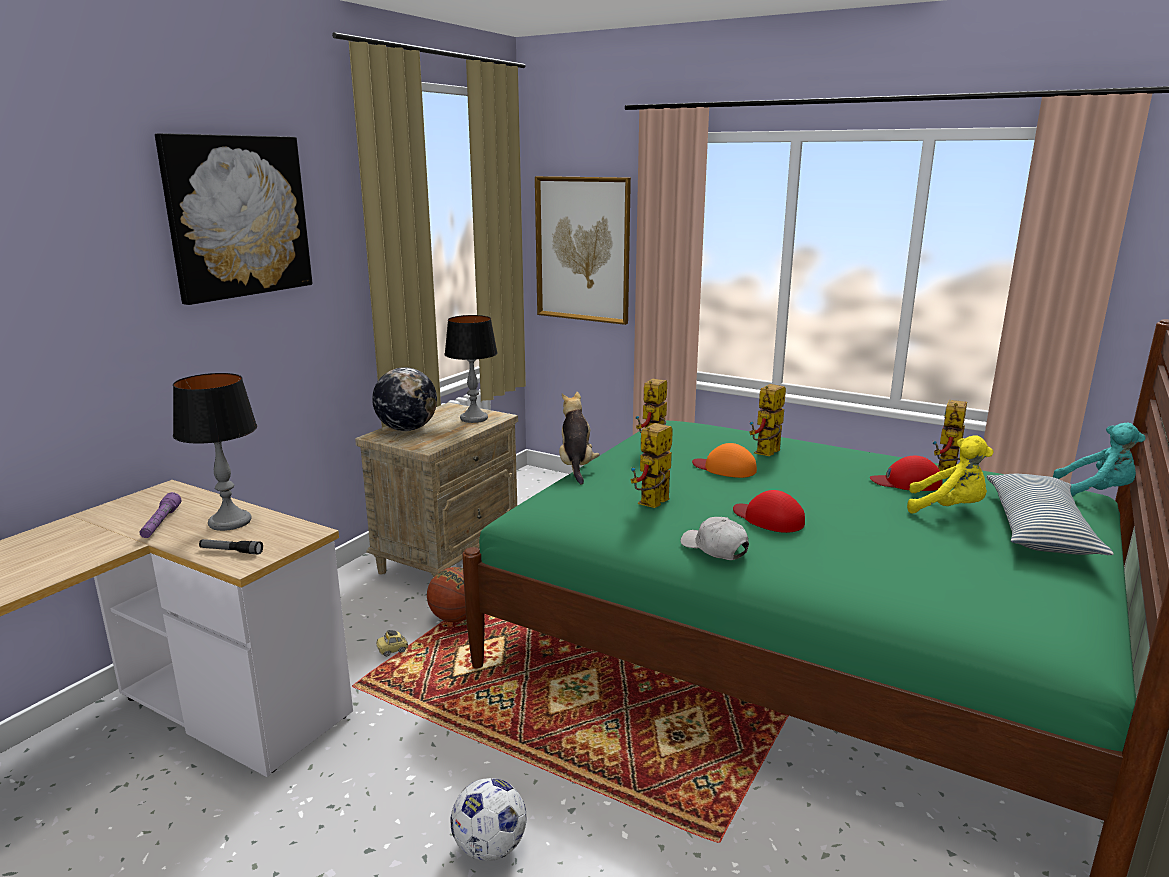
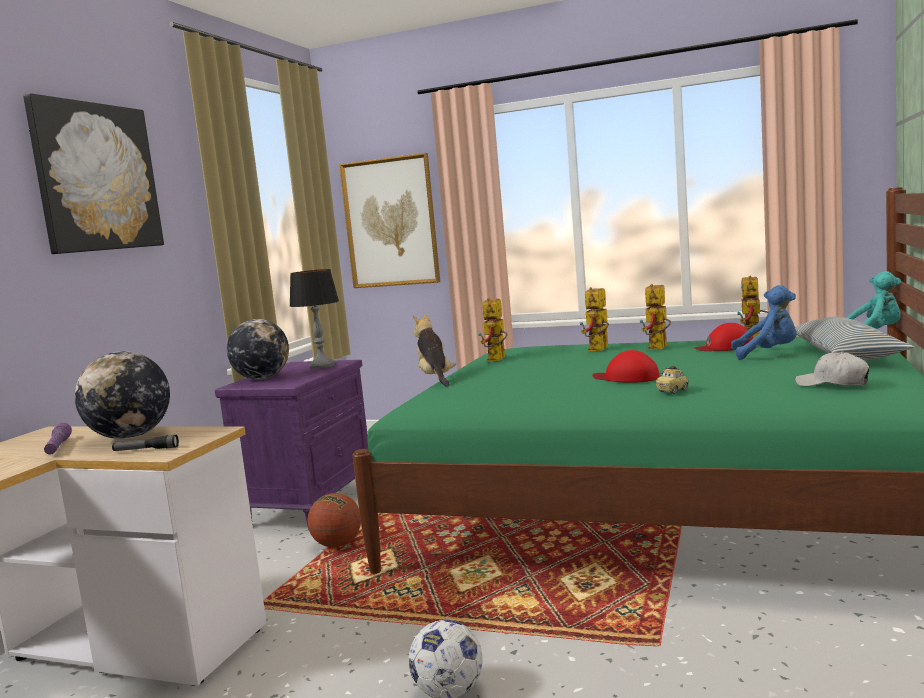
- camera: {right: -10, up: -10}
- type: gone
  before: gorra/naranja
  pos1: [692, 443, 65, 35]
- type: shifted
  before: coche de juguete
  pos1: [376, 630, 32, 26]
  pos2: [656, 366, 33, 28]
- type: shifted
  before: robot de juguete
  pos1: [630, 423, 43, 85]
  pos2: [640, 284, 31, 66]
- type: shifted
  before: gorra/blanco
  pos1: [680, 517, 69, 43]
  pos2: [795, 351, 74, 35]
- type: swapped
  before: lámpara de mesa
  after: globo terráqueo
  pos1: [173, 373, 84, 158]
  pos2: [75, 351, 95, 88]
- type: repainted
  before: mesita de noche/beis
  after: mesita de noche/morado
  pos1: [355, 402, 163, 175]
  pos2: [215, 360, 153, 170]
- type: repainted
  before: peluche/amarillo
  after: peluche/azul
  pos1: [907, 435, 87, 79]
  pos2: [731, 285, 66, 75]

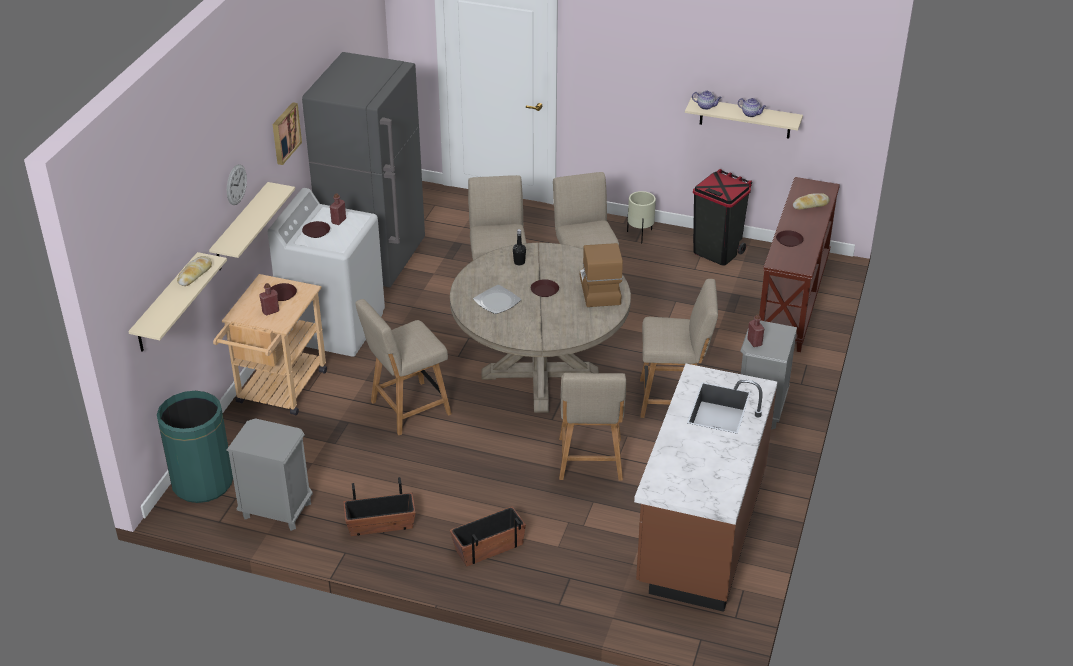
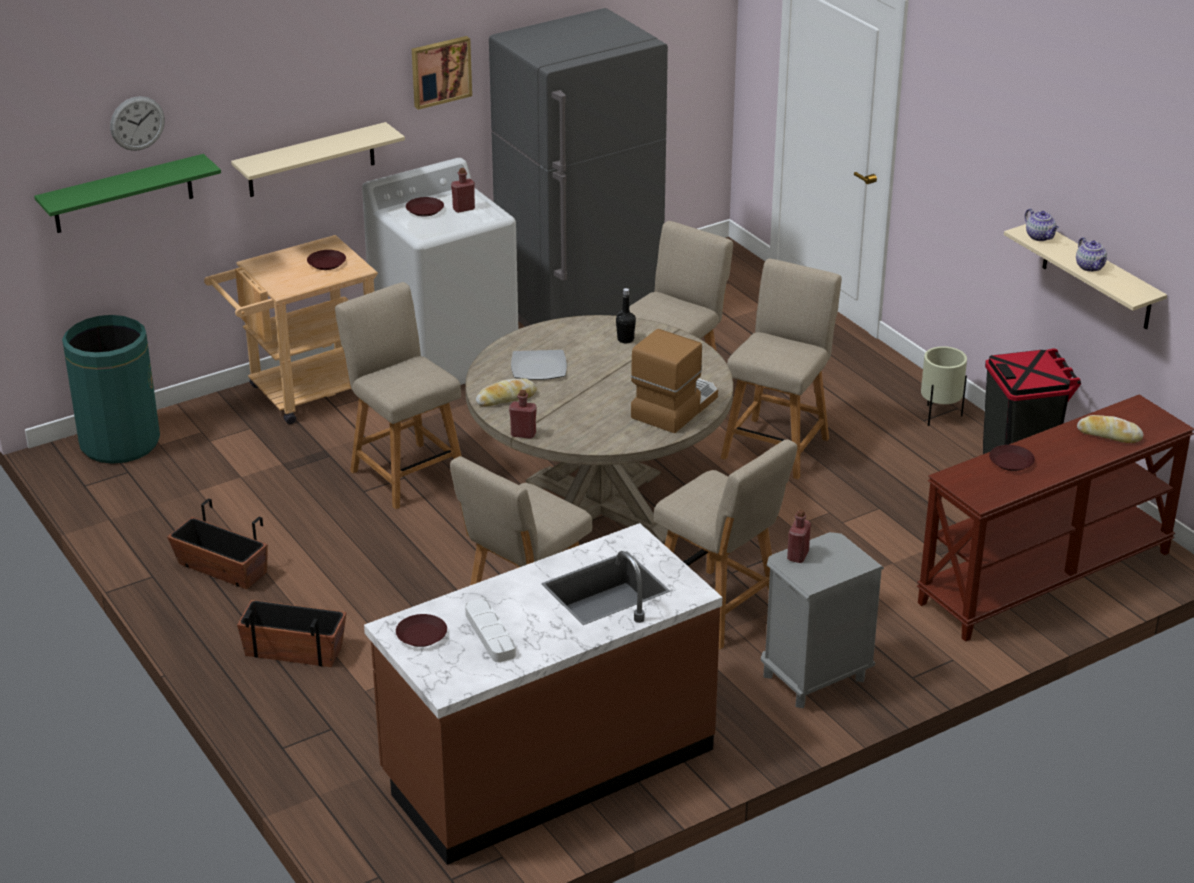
- camera: {right: 40, up: -5}
- type: gone
  before: mesita de noche/gris
  pos1: [226, 418, 87, 113]
- type: new
  after: bandeja/blanco
  pos2: [465, 599, 51, 63]
- type: shifted
  before: pan
  pos1: [177, 256, 35, 30]
  pos2: [476, 378, 61, 29]
- type: shifted
  before: reloj de pared
  pos1: [227, 164, 20, 41]
  pos2: [110, 96, 55, 55]
- type: shifted
  before: botella/rojo
  pos1: [259, 283, 20, 33]
  pos2: [509, 390, 28, 49]
- type: shifted
  before: plato/marrón
  pos1: [531, 279, 28, 18]
  pos2: [396, 614, 51, 33]
- type: repainted
  before: estante/beis
  after: estante/verde
  pos1: [128, 252, 99, 100]
  pos2: [34, 154, 187, 79]
- type: rotated
  before: silla/beis
  pos1: [355, 299, 96, 136]
  pos2: [335, 282, 127, 227]
  turn: 45

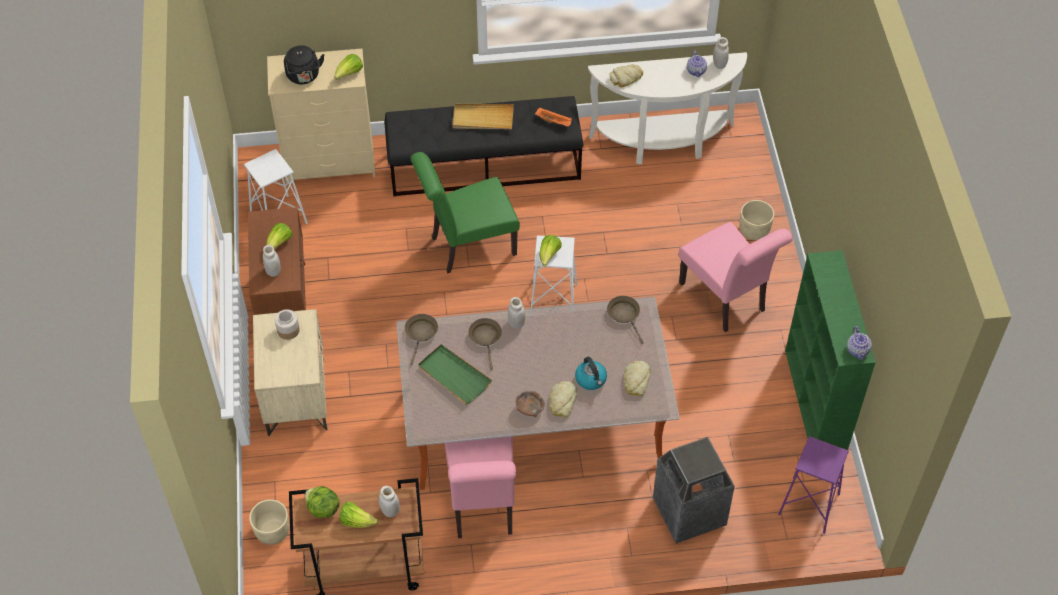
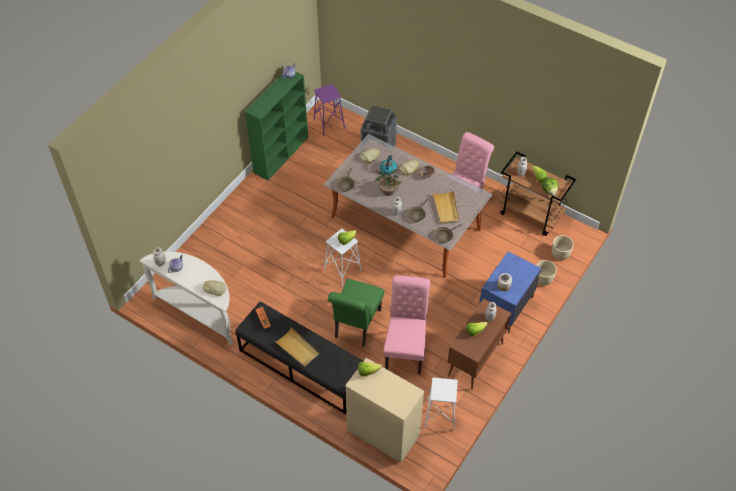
- camera: {right: -140, up: 0}
- type: gone
  before: hervidor/negro
  pos1: [284, 45, 41, 39]
- type: new
  after: planta en maceta
  pos2: [374, 163, 28, 33]
- type: shifted
  before: silla/rosa
  pos1: [679, 222, 114, 111]
  pos2: [383, 275, 47, 100]
- type: shifted
  before: maceta/beis
  pos1: [740, 200, 34, 40]
  pos2: [536, 260, 21, 25]
- type: repainted
  before: mesita de noche/beis
  after: mesita de noche/azul
  pos1: [253, 309, 75, 127]
  pos2: [479, 252, 62, 81]
- type: repainted
  before: bandeja/verde
  after: bandeja/beis
  pos1: [418, 344, 74, 61]
  pos2: [433, 190, 26, 34]
- type: rotated
  before: silla/verde
  pos1: [411, 152, 109, 122]
  pos2: [328, 279, 56, 68]
  turn: 90

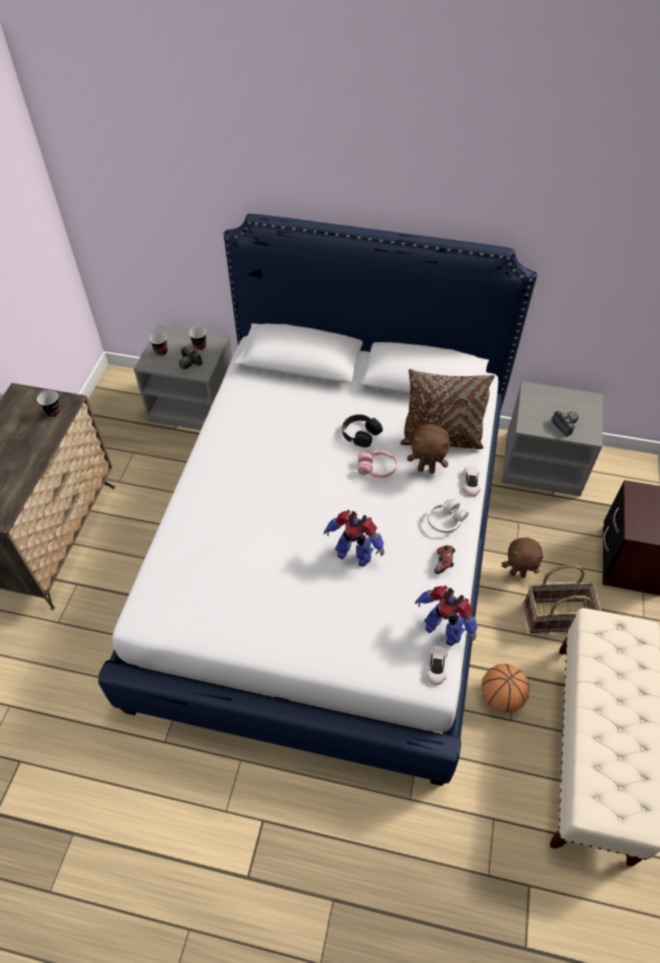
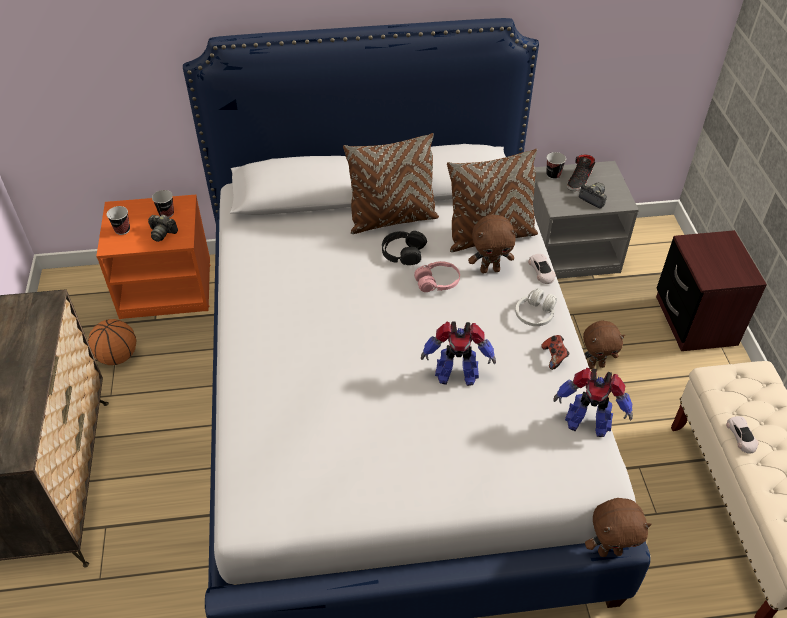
- camera: {right: -20, up: -5}
- type: gone
  before: cesta
  pos1: [523, 565, 79, 68]
- type: new
  after: cojín/marrón
  pos2: [343, 133, 96, 101]
- type: new
  after: zapato/negro
  pos2: [567, 154, 28, 37]
- type: new
  after: peluche/marrón
  pos2: [585, 498, 67, 59]
- type: shifted
  before: taza
  pos1: [37, 390, 24, 28]
  pos2: [546, 152, 20, 27]
- type: shifted
  before: coche de juguete/blanco
  pos1: [426, 646, 22, 39]
  pos2: [726, 416, 33, 38]
- type: shifted
  before: balón de baloncesto
  pos1: [481, 664, 49, 49]
  pos2: [88, 319, 48, 46]
- type: repainted
  before: mesita de noche/gris
  after: mesita de noche/naranja
  pos1: [134, 325, 98, 105]
  pos2: [96, 195, 114, 124]

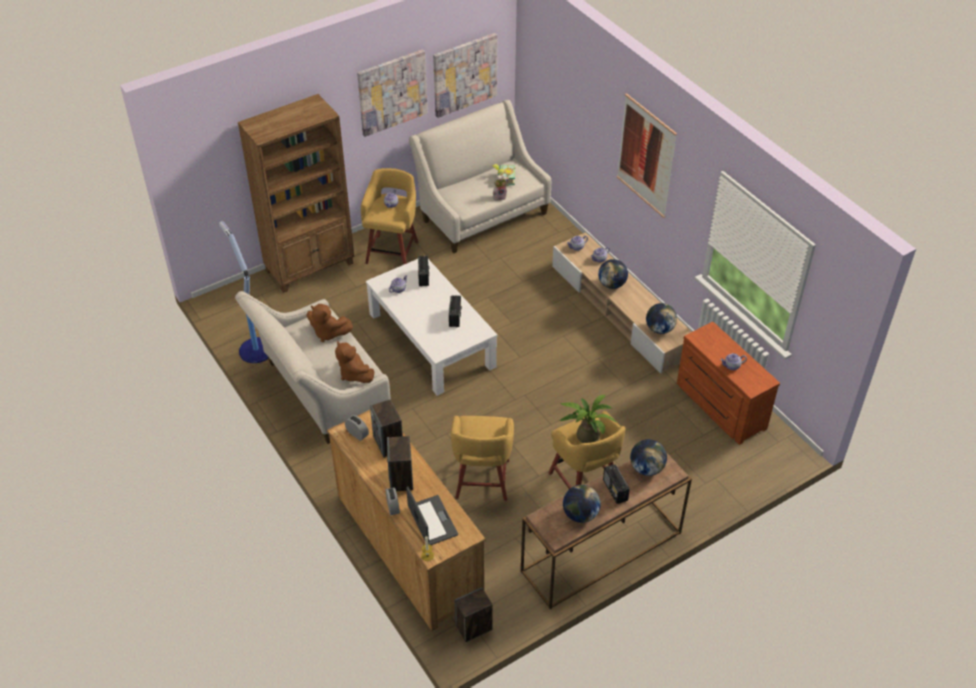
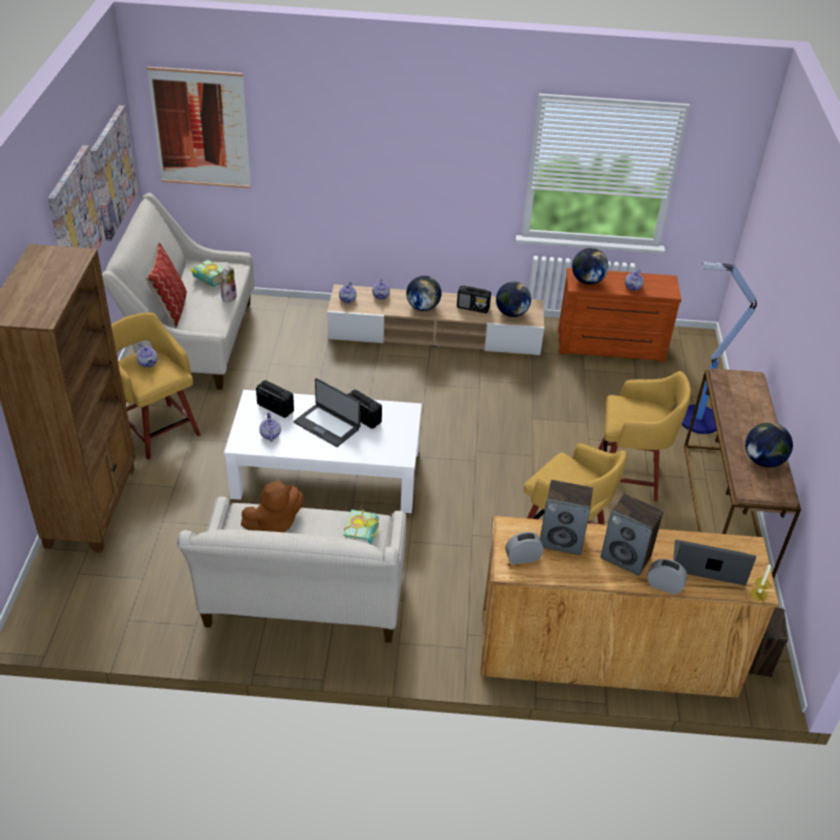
- camera: {right: -55, up: -5}
- type: gone
  before: planta en maceta
  pos1: [559, 395, 57, 48]
- type: new
  after: cojín
  pos2: [146, 242, 41, 86]
- type: new
  after: portátil
  pos2: [293, 378, 68, 69]
- type: shifted
  before: lámpara de pie
  pos1: [219, 221, 49, 142]
  pos2: [682, 262, 75, 172]
- type: shifted
  before: radio
  pos1: [603, 464, 27, 40]
  pos2: [457, 286, 34, 27]
- type: shifted
  before: cuadro
  pos1: [617, 93, 60, 125]
  pos2: [147, 66, 104, 122]
- type: shifted
  before: globo terráqueo
  pos1: [630, 439, 37, 37]
  pos2: [572, 248, 37, 36]
- type: swapped
  before: peluche/marrón
  after: libro
  pos1: [335, 341, 39, 42]
  pos2: [344, 510, 37, 35]

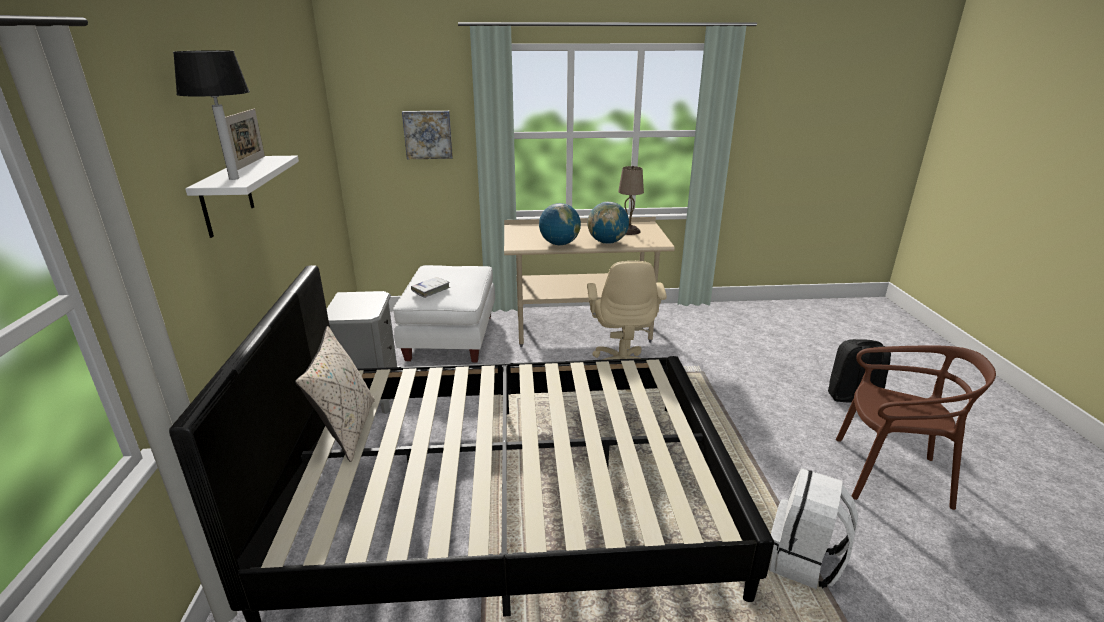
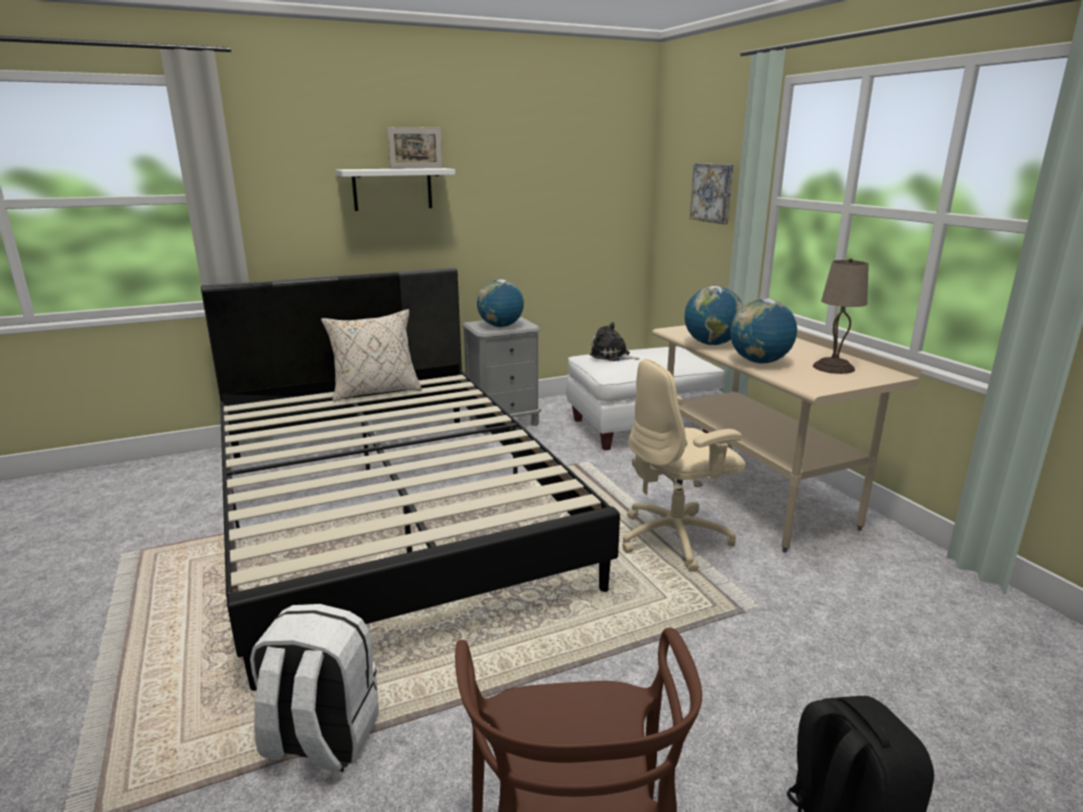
- camera: {right: 70, up: -5}
- type: gone
  before: lámpara de mesa
  pos1: [173, 50, 77, 130]
- type: new
  after: globo terráqueo
  pos2: [477, 279, 47, 48]
- type: swapped
  before: libro/blanco
  after: peluche
  pos1: [411, 277, 39, 21]
  pos2: [589, 322, 51, 39]

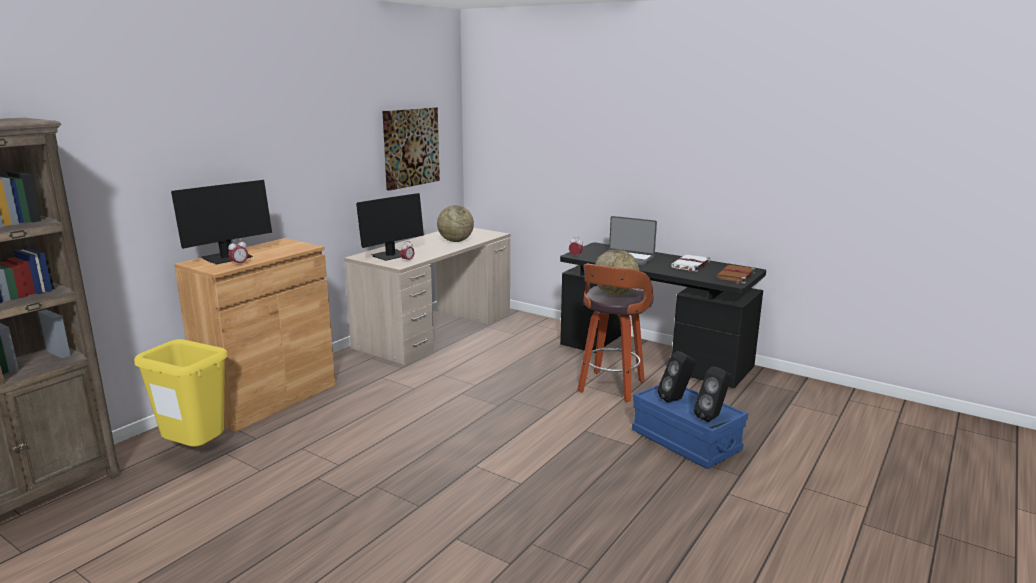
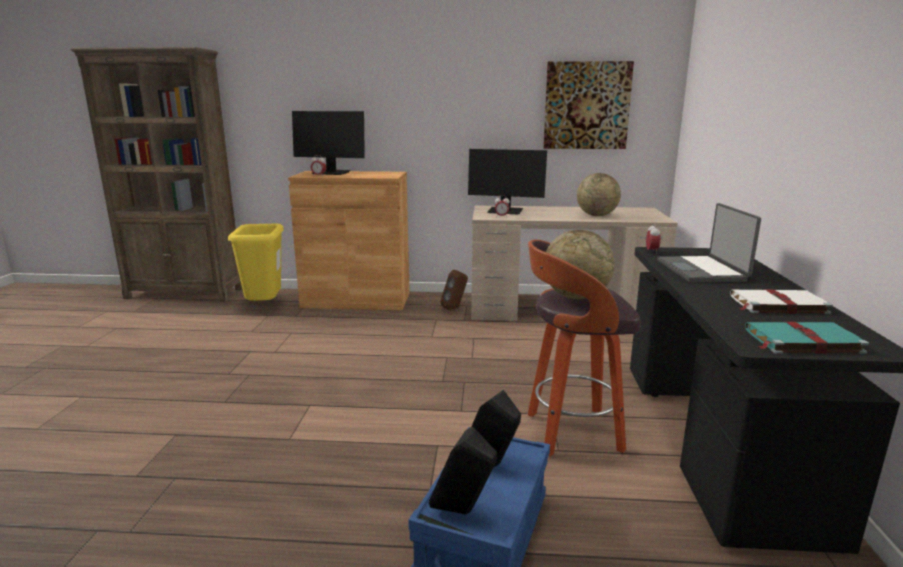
- camera: {right: 60, up: 0}
- type: new
  after: altavoz/marrón
  pos2: [441, 270, 27, 40]
- type: repainted
  before: libro/marrón
  after: libro/turquesa
  pos1: [716, 265, 39, 19]
  pos2: [745, 322, 124, 32]

